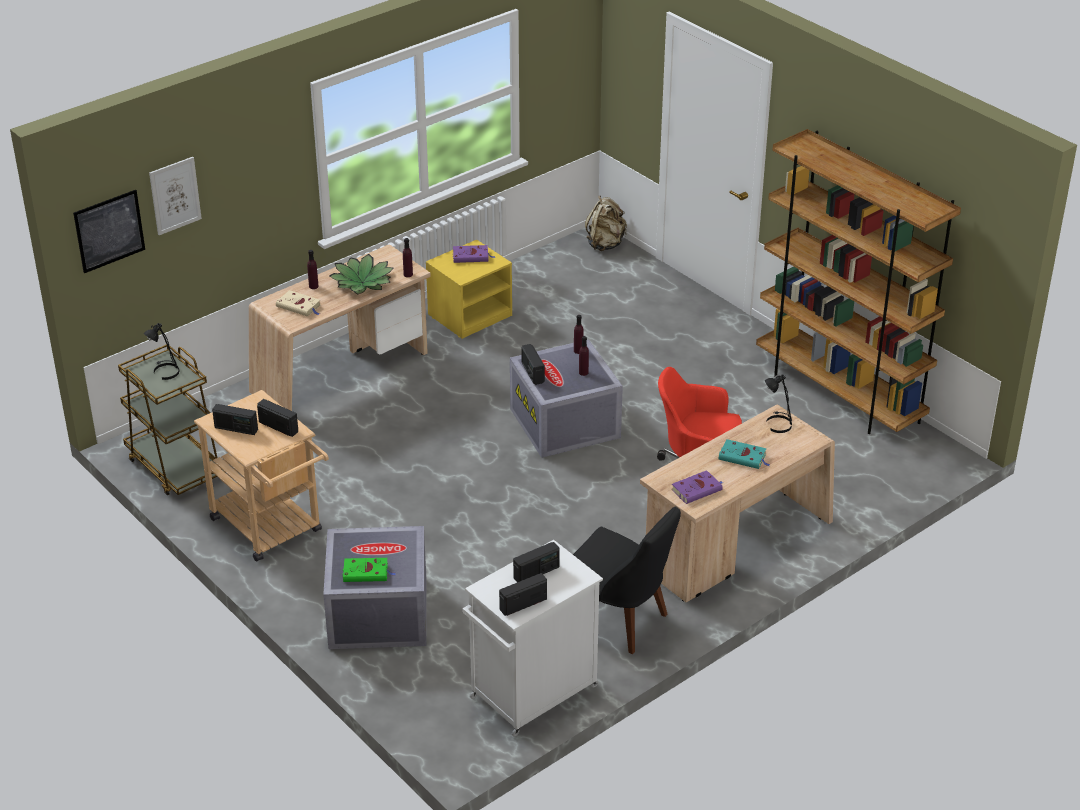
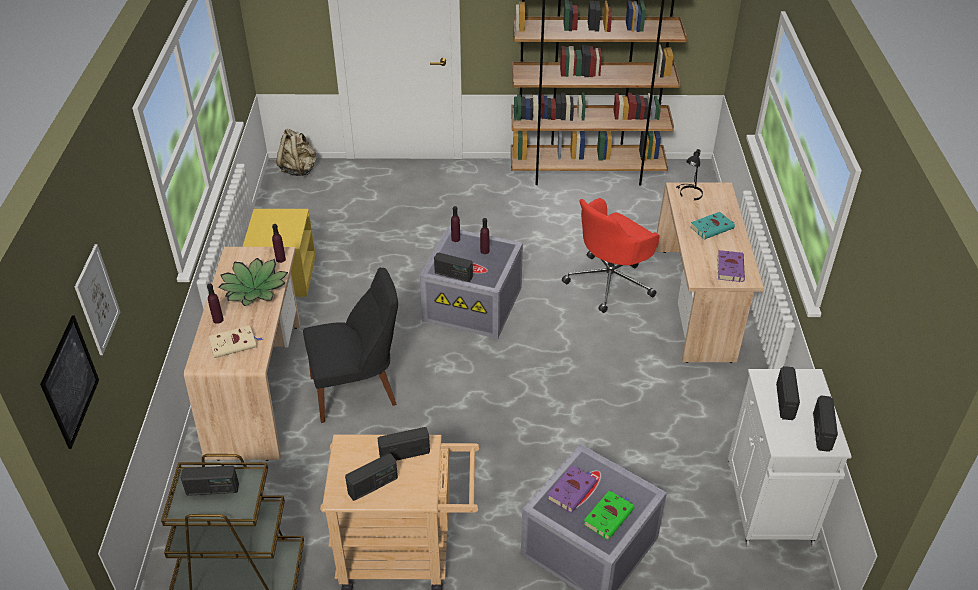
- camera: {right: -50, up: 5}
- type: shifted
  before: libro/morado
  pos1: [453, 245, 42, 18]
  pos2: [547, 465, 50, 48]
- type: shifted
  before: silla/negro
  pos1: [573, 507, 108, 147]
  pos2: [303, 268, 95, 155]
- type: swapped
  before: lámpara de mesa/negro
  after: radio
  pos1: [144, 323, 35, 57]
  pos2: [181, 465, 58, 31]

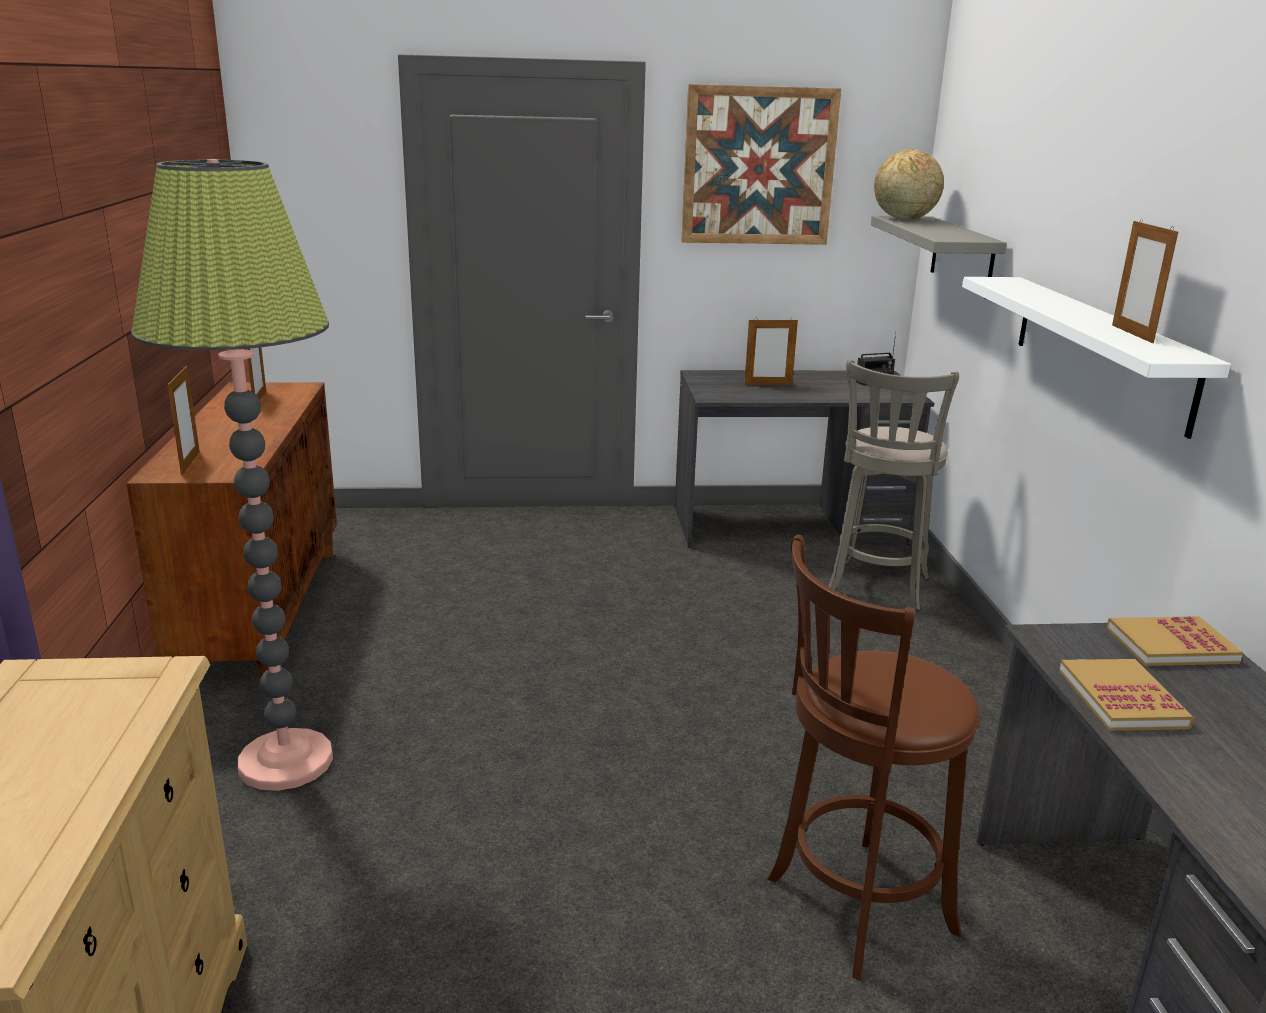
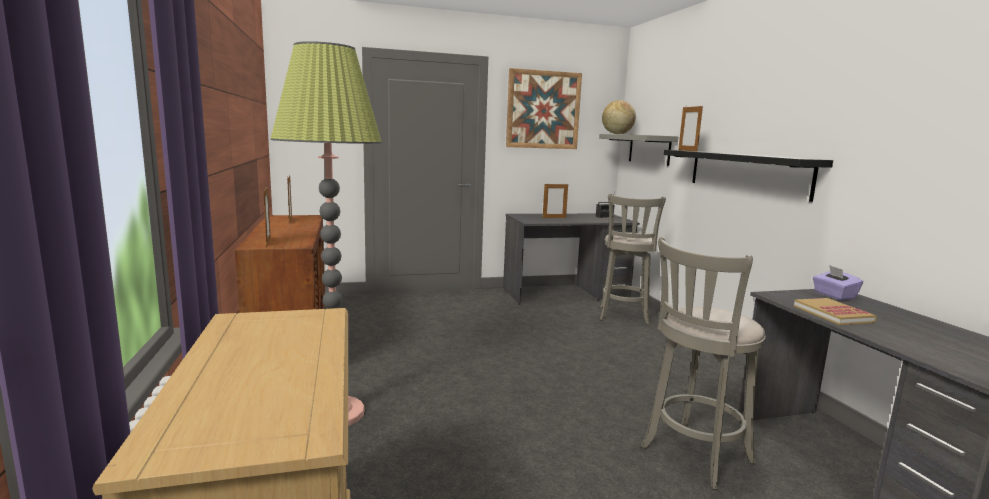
- camera: {right: -10, up: -10}
- type: shifted
  before: portarretratos
  pos1: [1112, 219, 66, 124]
  pos2: [678, 105, 25, 47]
- type: swapped
  before: libro
  after: caja de pañuelos/morado
  pos1: [1107, 616, 136, 50]
  pos2: [813, 265, 50, 35]
- type: repainted
  before: taburete/marrón
  after: taburete/gris
  pos1: [768, 535, 211, 445]
  pos2: [641, 237, 125, 253]
- type: repainted
  before: estante/blanco
  after: estante/negro
  pos1: [962, 277, 269, 162]
  pos2: [664, 150, 169, 52]

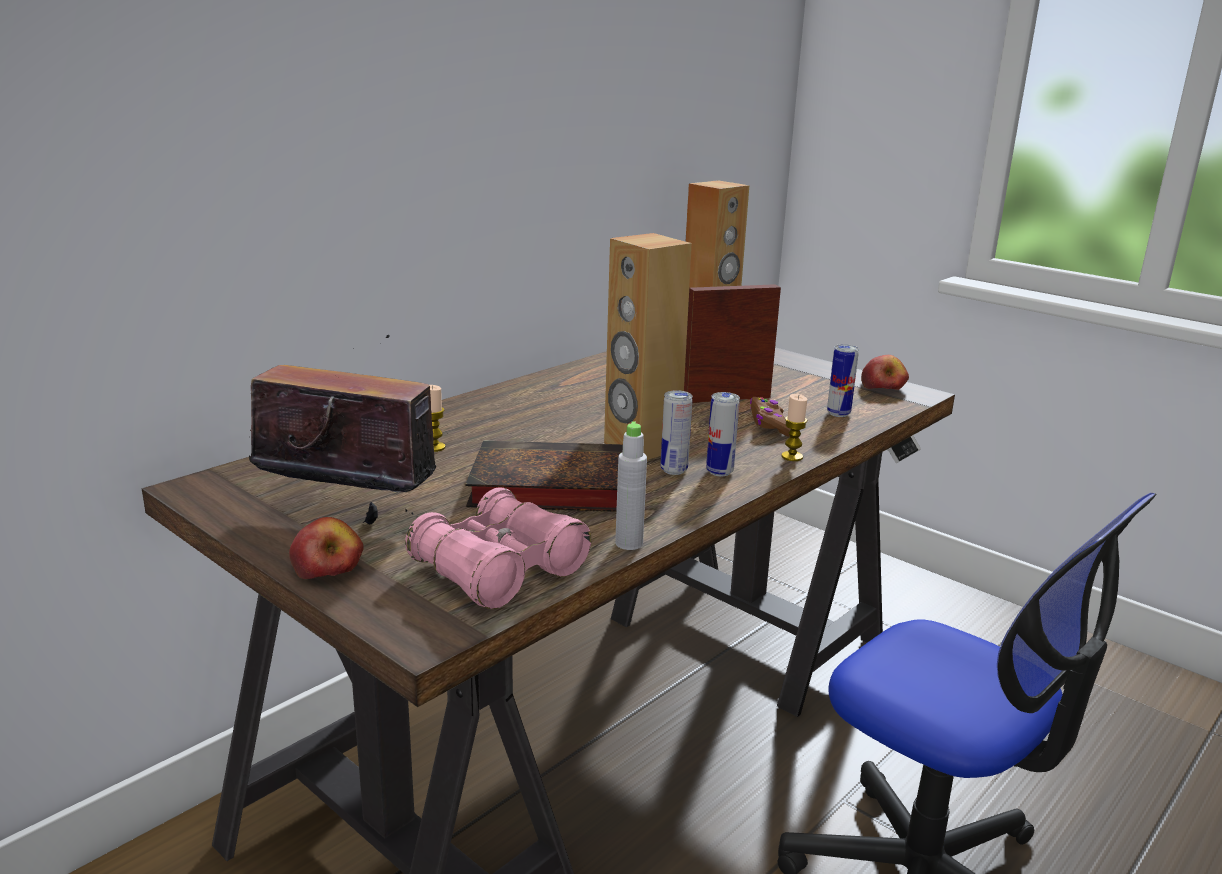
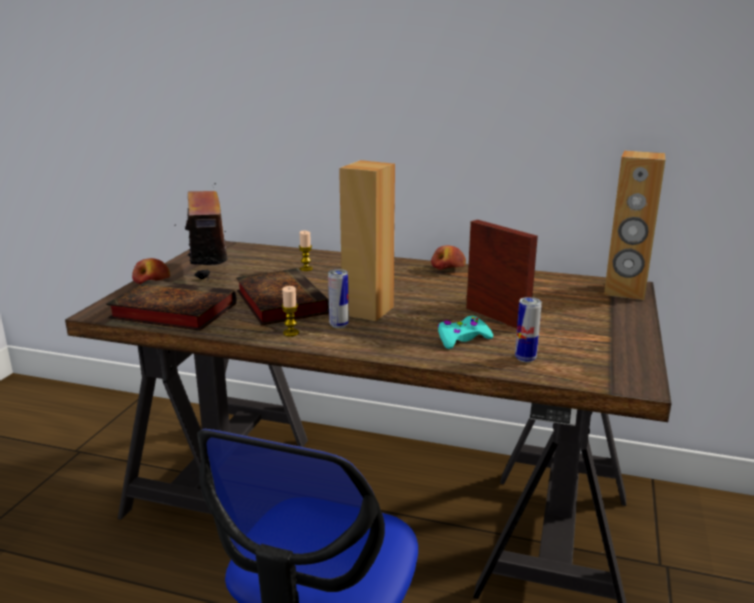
- camera: {right: 65, up: 0}
- type: gone
  before: botella/gris
  pos1: [615, 421, 32, 129]
- type: gone
  before: lata
  pos1: [706, 392, 34, 84]
- type: shifted
  before: vela
  pos1: [781, 394, 27, 67]
  pos2: [281, 286, 18, 50]
- type: shifted
  before: manzana
  pos1: [861, 355, 48, 35]
  pos2: [431, 246, 35, 24]
- type: swapped
  before: prismáticos/rosa
  after: libro
  pos1: [405, 488, 186, 121]
  pos2: [106, 280, 131, 51]
- type: repainted
  before: mando de consola/marrón
  after: mando de consola/turquesa
  pos1: [750, 397, 41, 40]
  pos2: [438, 316, 55, 33]

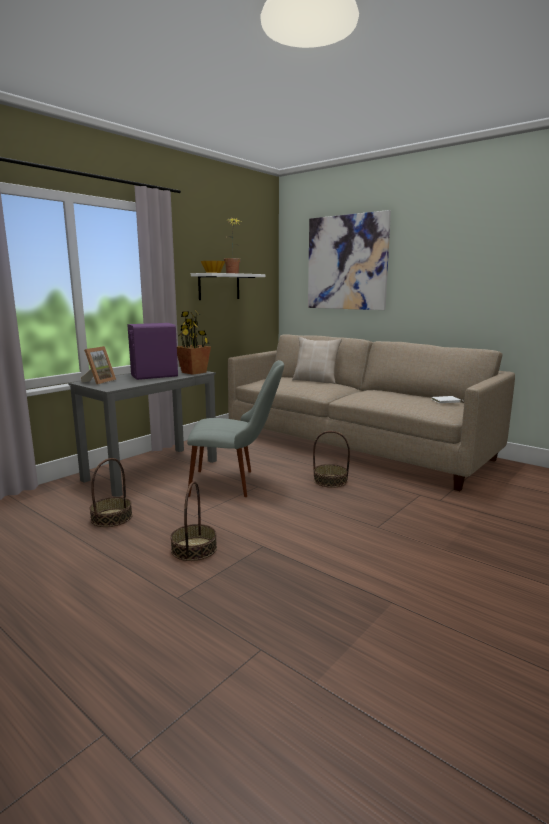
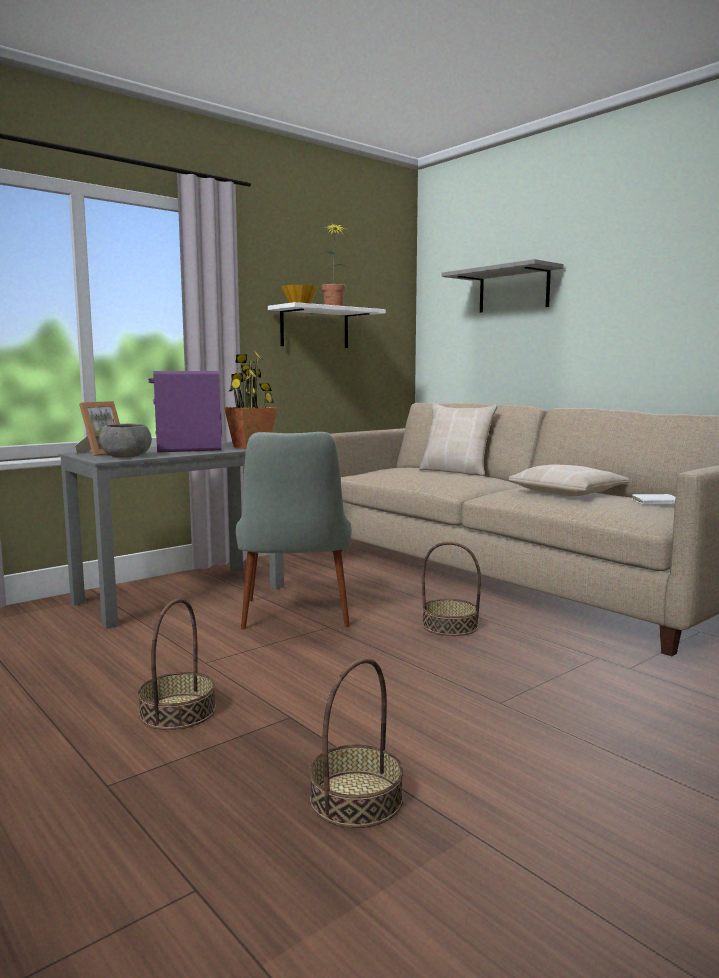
- camera: {right: 10, up: -5}
- type: new
  after: cuenco/gris
  pos2: [99, 424, 53, 34]
- type: new
  after: cojín/beis
  pos2: [509, 464, 121, 32]
- type: shifted
  before: cesta
  pos1: [89, 458, 44, 69]
  pos2: [309, 658, 94, 170]
- type: swapped
  before: cuadro
  after: estante/gris
  pos1: [308, 210, 83, 100]
  pos2: [441, 259, 123, 54]
- type: rotated
  before: silla/gris
  pos1: [187, 360, 97, 137]
  pos2: [236, 432, 116, 198]
  turn: 75

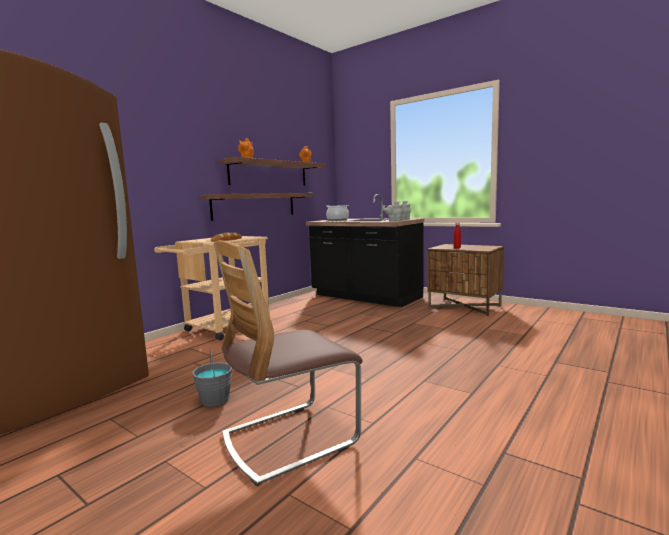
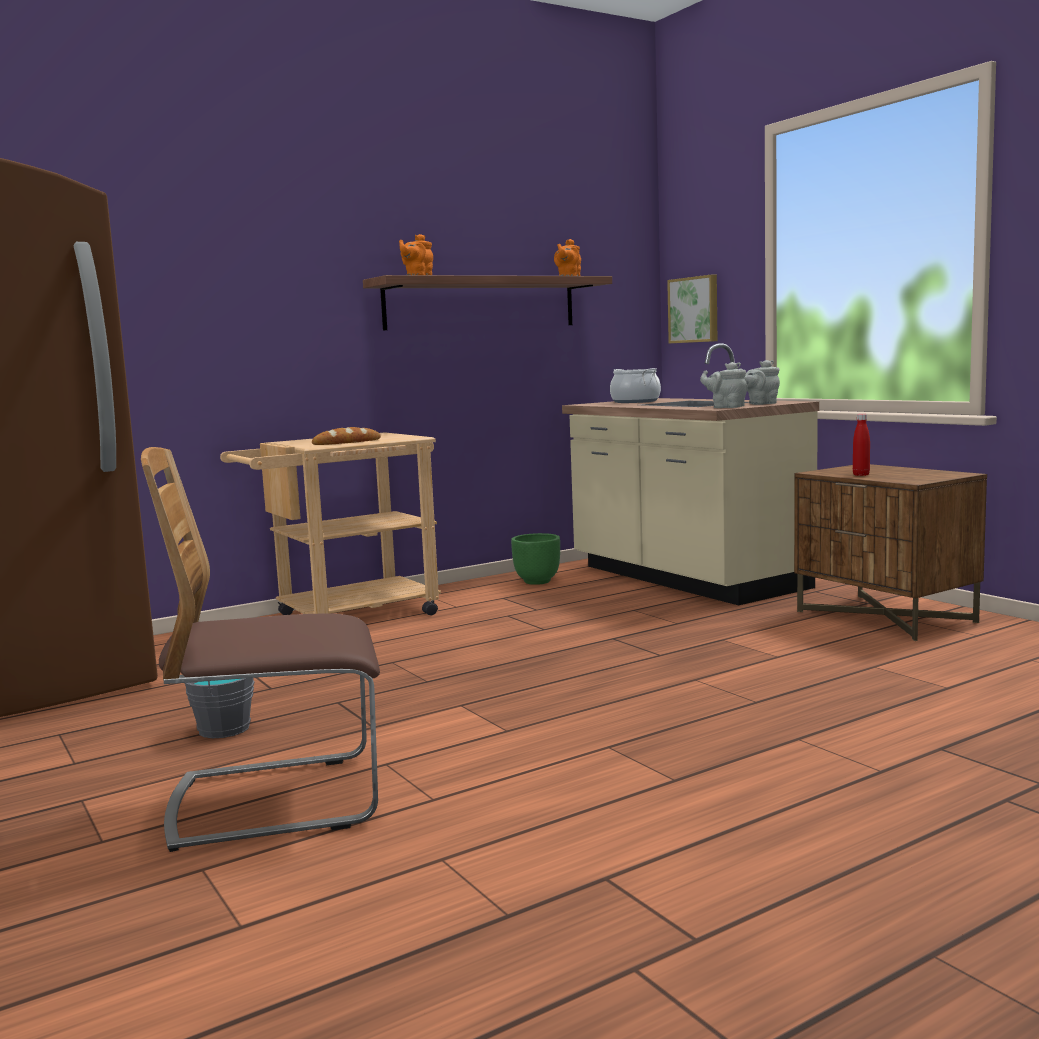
- camera: {right: 20, up: 0}
- type: gone
  before: estante
  pos1: [201, 193, 113, 28]
- type: new
  after: maceta/verde
  pos2: [511, 533, 49, 52]
- type: new
  after: cuadro
  pos2: [667, 275, 50, 68]
- type: repainted
  before: mueble bajo de cocina/negro
  after: mueble bajo de cocina/beis
  pos1: [306, 194, 118, 113]
  pos2: [562, 343, 257, 262]

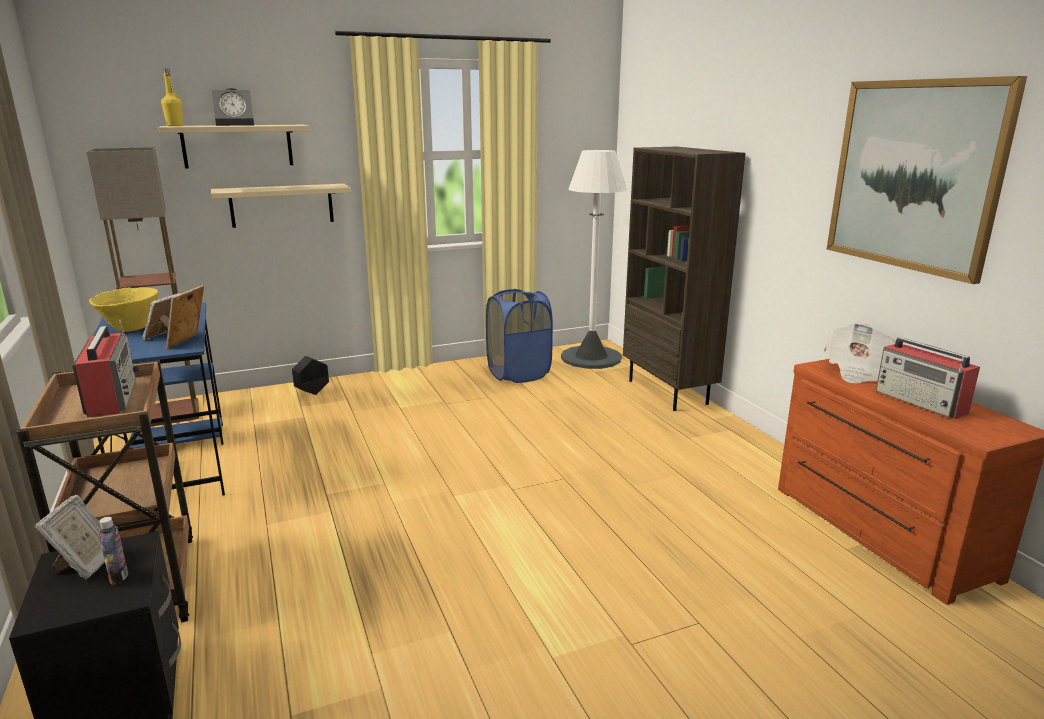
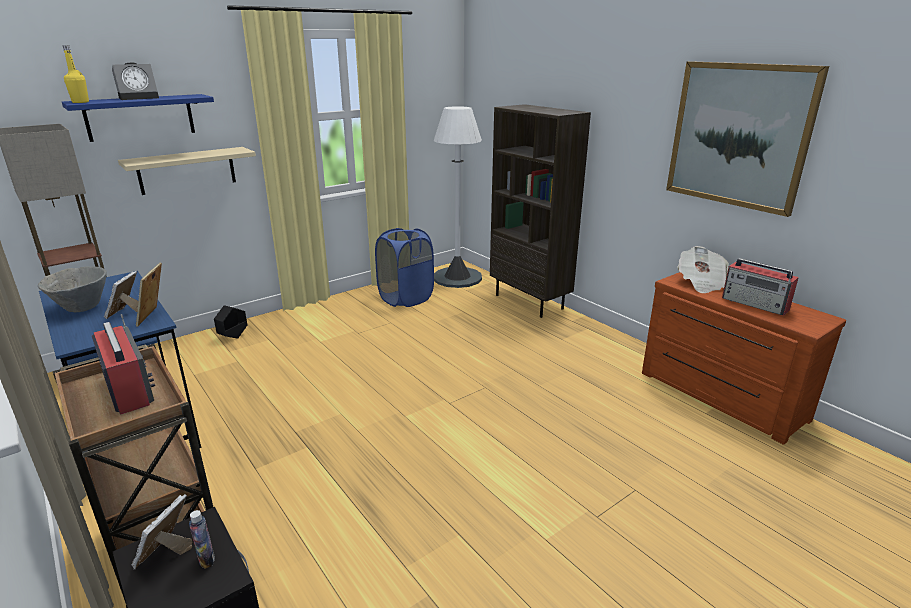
- camera: {right: -15, up: 5}
- type: repainted
  before: cuenco/amarillo
  after: cuenco/gris
  pos1: [89, 287, 70, 45]
  pos2: [38, 266, 69, 46]
- type: repainted
  before: estante/beis
  after: estante/azul
  pos1: [158, 125, 151, 43]
  pos2: [62, 94, 152, 48]
- type: rotated
  before: portarretratos
  pos1: [35, 495, 70, 84]
  pos2: [132, 494, 60, 75]
  turn: -150

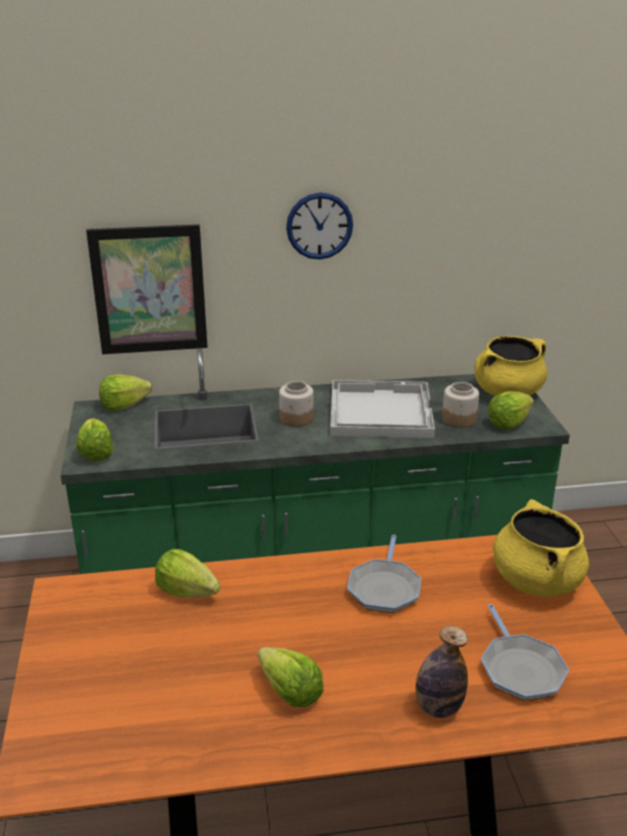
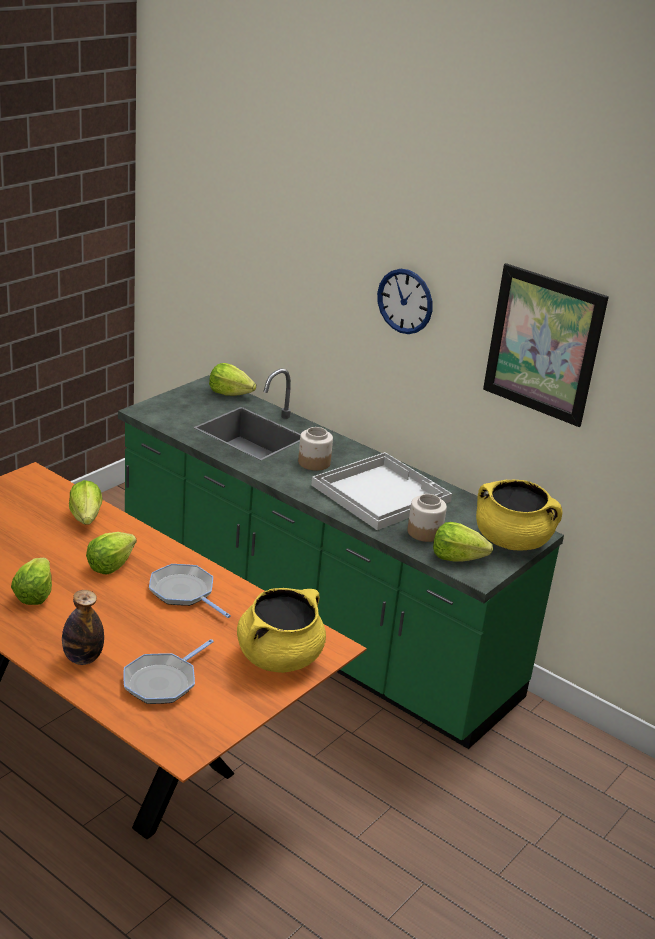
- camera: {right: 45, up: 0}
- type: shifted
  before: lechuga
  pos1: [76, 418, 37, 43]
  pos2: [86, 532, 50, 43]
- type: shifted
  before: cuadro
  pos1: [86, 224, 122, 130]
  pos2: [483, 263, 126, 164]
- type: rotated
  before: sartén
  pos1: [347, 535, 74, 78]
  pos2: [149, 564, 82, 54]
  turn: 75

